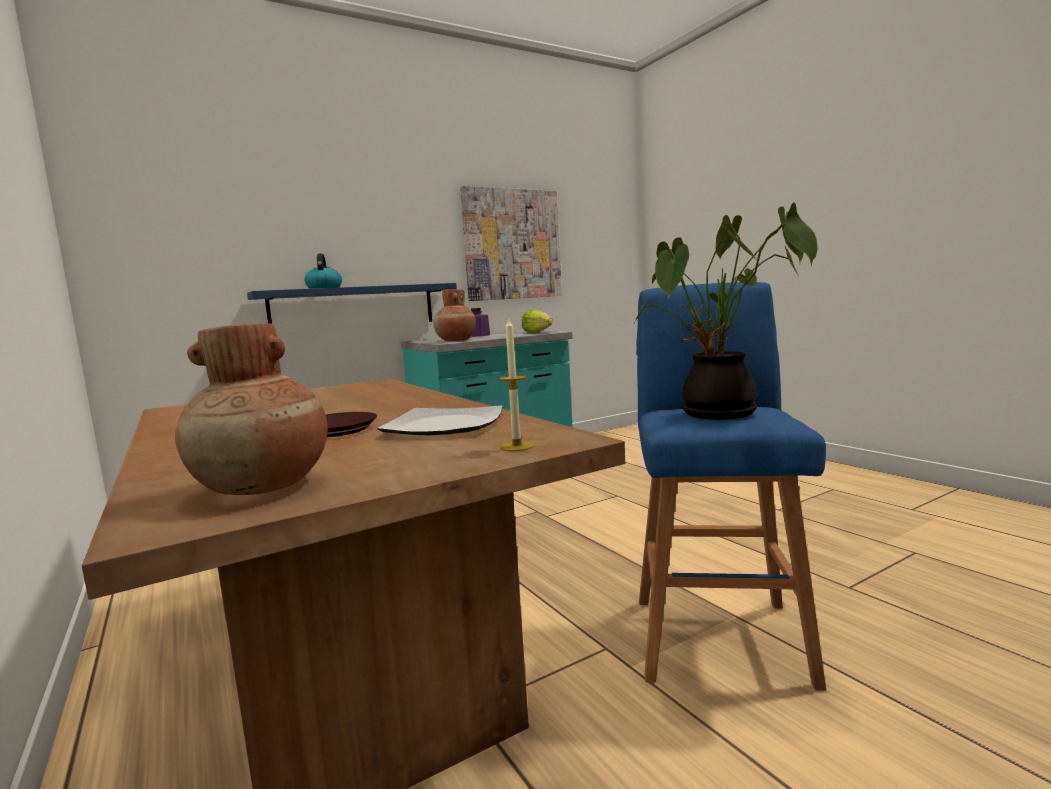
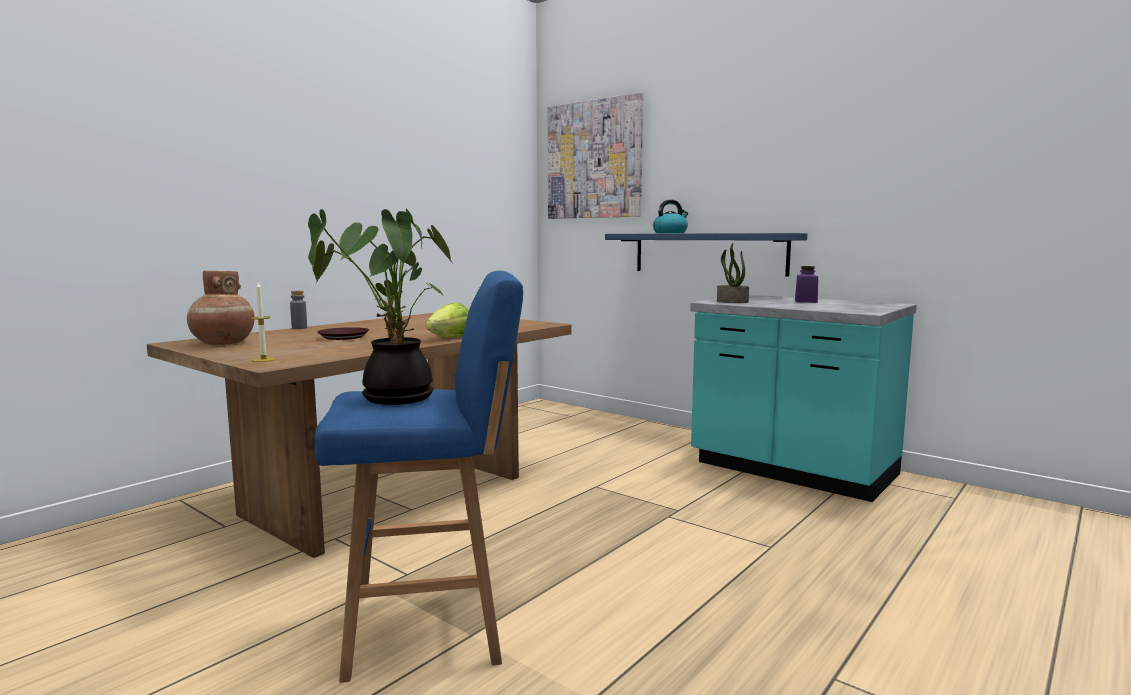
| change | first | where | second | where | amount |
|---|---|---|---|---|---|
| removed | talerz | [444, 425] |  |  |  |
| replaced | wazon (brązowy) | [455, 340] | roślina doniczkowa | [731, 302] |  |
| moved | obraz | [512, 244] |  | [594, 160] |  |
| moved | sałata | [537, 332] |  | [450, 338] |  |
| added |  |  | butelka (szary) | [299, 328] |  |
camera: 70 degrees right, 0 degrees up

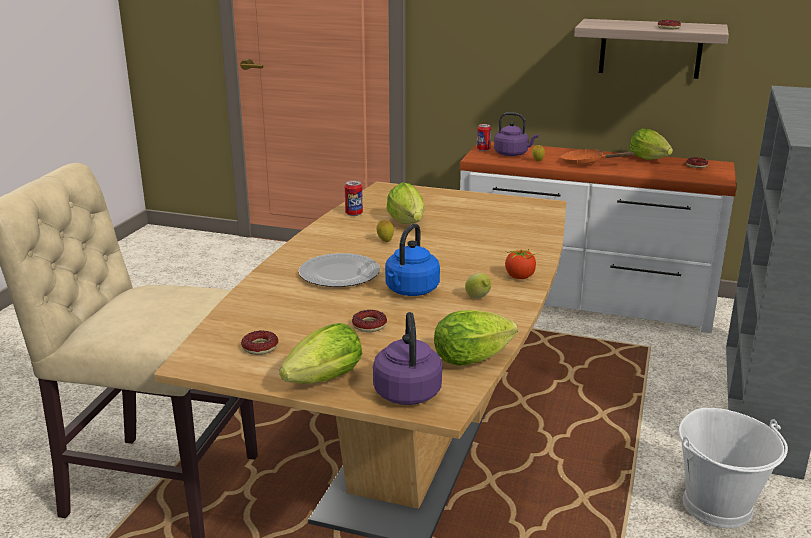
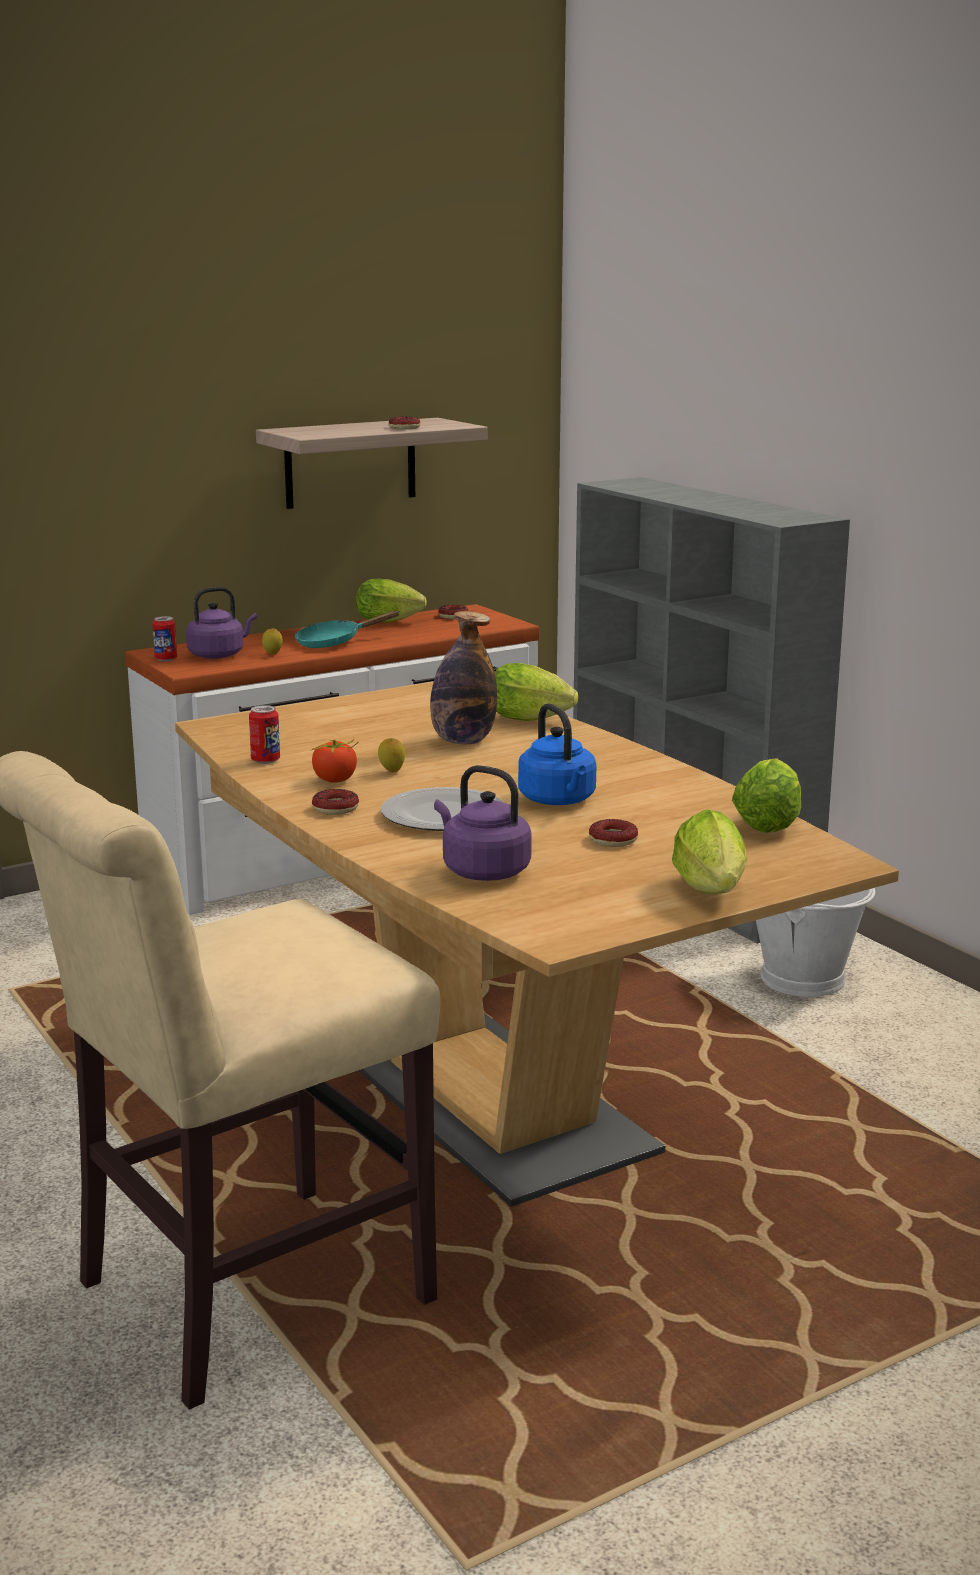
| change | first | where | second | where | amount |
|---|---|---|---|---|---|
| moved | donut | [260, 347] |  | [335, 808] |  |
| moved | czajnik (fioletowy) | [407, 391] |  | [482, 871] |  |
| moved | sałata | [408, 224] |  | [533, 720] |  |
| removed | cytryna | [478, 298] |  |  |  |
| moved | pomidor | [520, 277] |  | [335, 780] |  |
| recoloured | patelnia (pomarańczowy) | [586, 163] | patelnia (turkusowy) | [334, 642] |  |
| added |  |  | butelka | [462, 741] |  |
camera: 50 degrees left, 5 degrees down

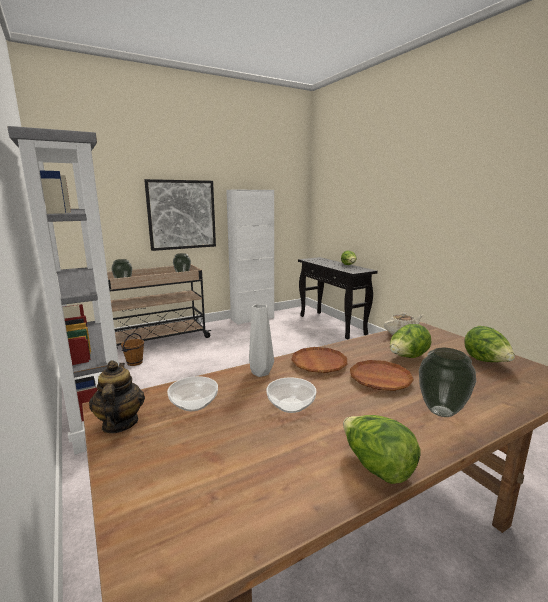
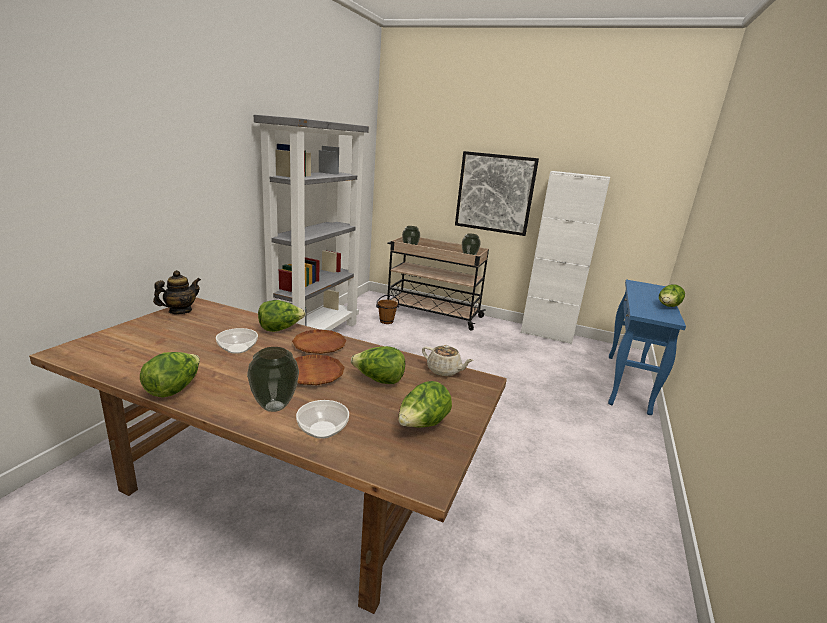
| change | first | where | second | where | amount |
|---|---|---|---|---|---|
| moved | miska | [193, 403] |  | [322, 429] |  |
| replaced | wazon (szary) | [261, 372] | sałata | [280, 329] |  |
| recoloured | stolik konsolowy (czarny) | [332, 325] | stolik konsolowy (niebieski) | [628, 383] |  |
camera: 50 degrees right, 5 degrees up

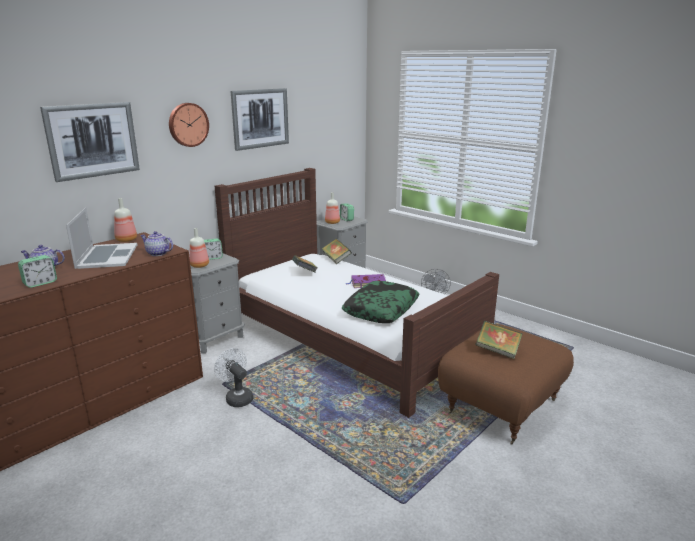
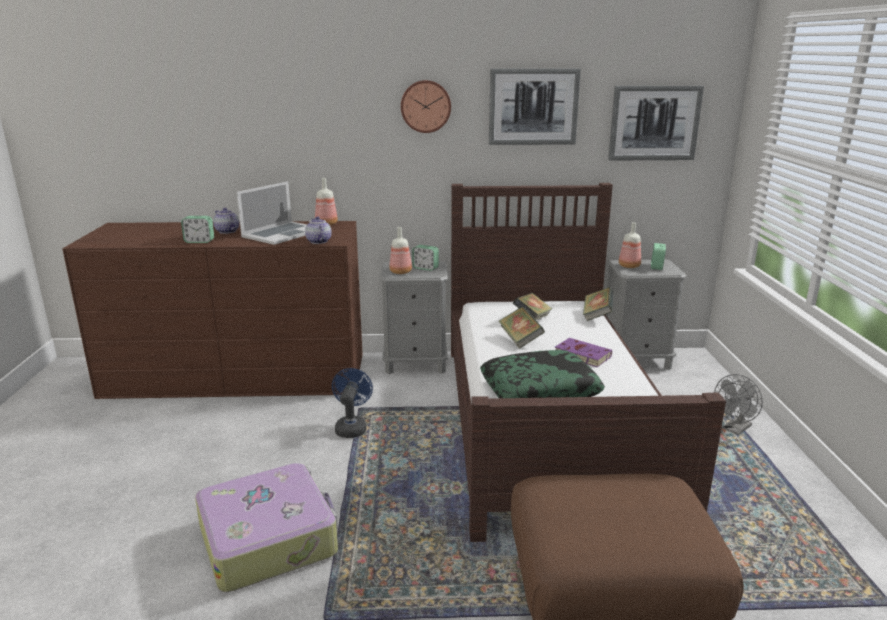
| change | first | where | second | where | amount |
|---|---|---|---|---|---|
| moved | obraz | [92, 140] |  | [654, 123] |  |
| recoloured | wentylator (biały) | [237, 397] | wentylator (niebieski) | [351, 427] |  |
| moved | książka | [497, 351] |  | [520, 339] |  |
| added |  |  | walizka | [269, 539] |  |
camera: 45 degrees right, 0 degrees up

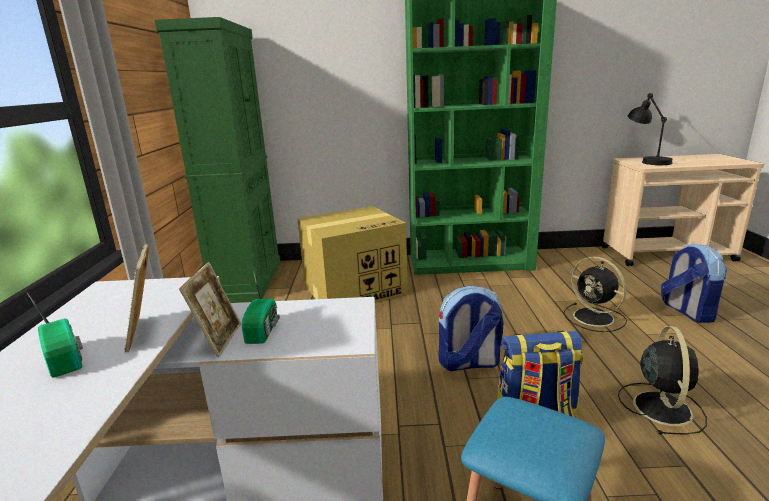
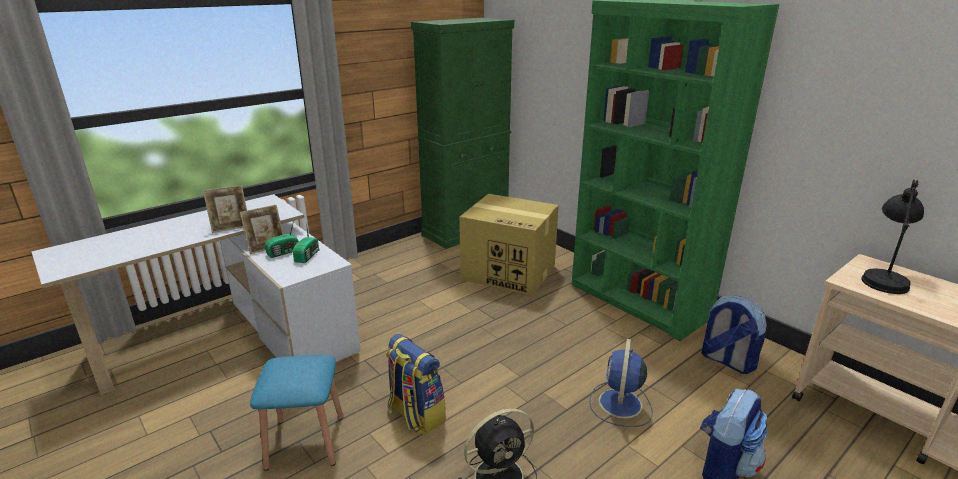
| change | first | where | second | where | amount |
|---|---|---|---|---|---|
| moved | radio | [66, 358] |  | [308, 256] |  |
| turned | ramka na zdjęcie | [146, 332] |  | [231, 227] | 150 degrees counterclockwise |
| moved | plecak | [468, 363] |  | [726, 361] |  |
| recoloured | wentylator (czarny) | [595, 318] | wentylator (niebieski) | [620, 405] |  |
camera: 50 degrees right, 5 degrees up

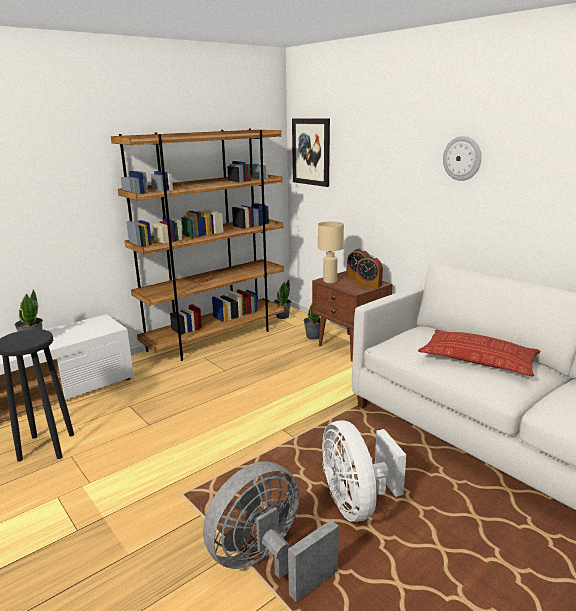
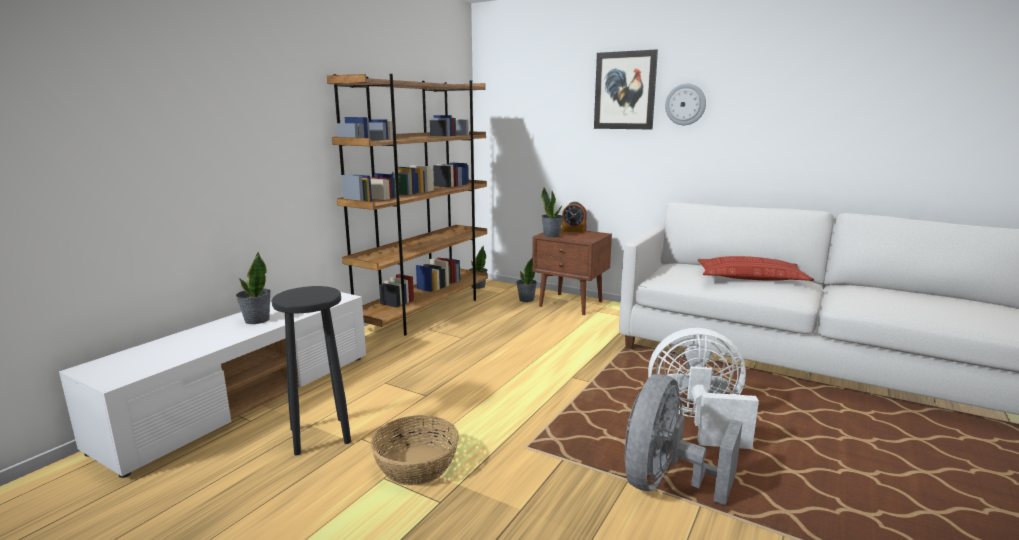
| change | first | where | second | where | amount |
|---|---|---|---|---|---|
| moved | obraz | [311, 152] |  | [625, 90] |  |
| replaced | lampa stołowa (beżowy) | [330, 281] | roślina doniczkowa | [552, 235] |  |
| turned | wentylator (biały) | [356, 503] |  | [697, 421] | 135 degrees clockwise |
| removed | budzik | [368, 284] |  |  |  |
| added |  |  | koszyk | [416, 465] |  |
camera: 20 degrees left, 5 degrees down

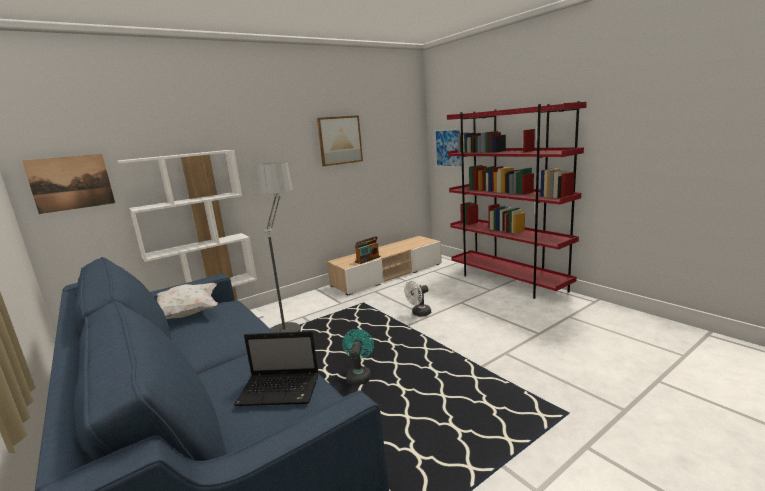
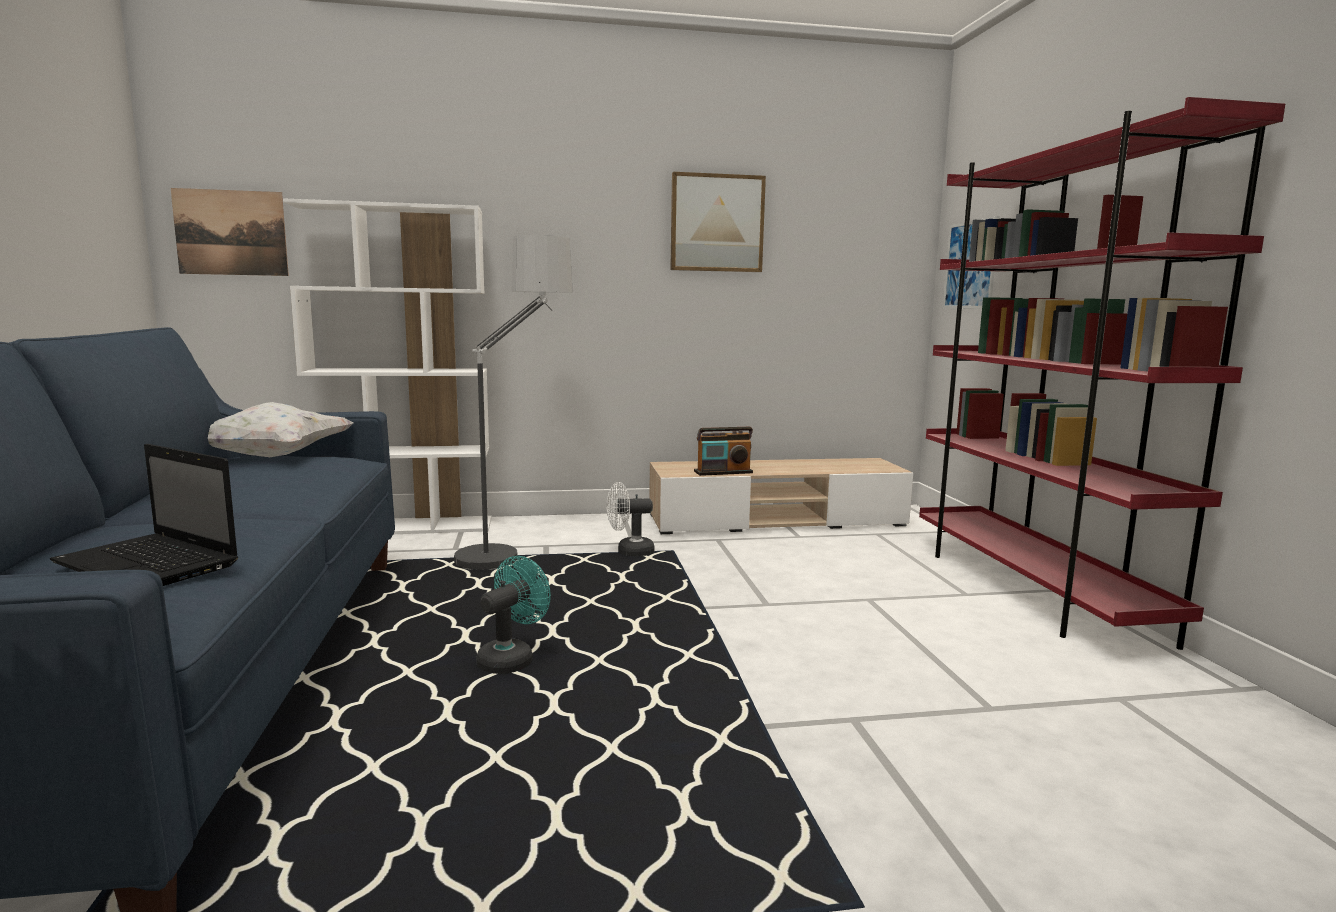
| change | first | where | second | where | amount |
|---|---|---|---|---|---|
| moved | wentylator (biały) | [419, 313] |  | [629, 552] |  |
camera: 25 degrees right, 5 degrees down

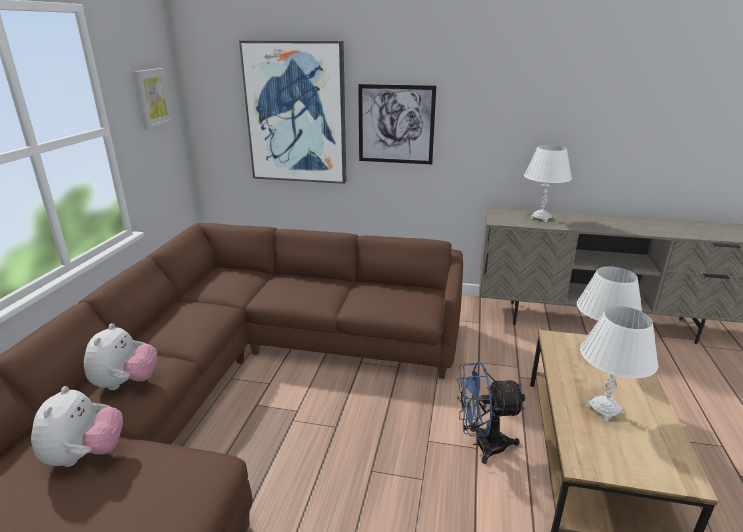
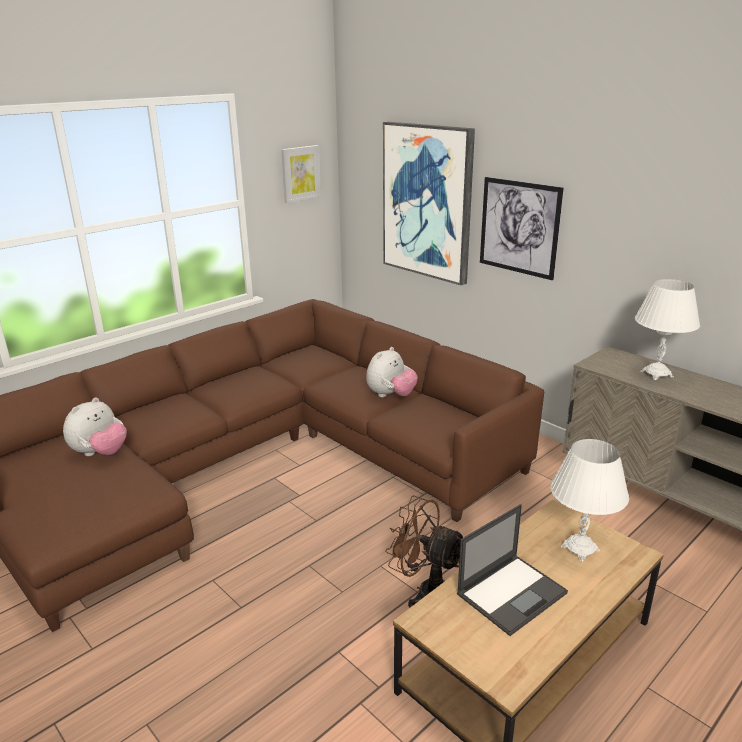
| change | first | where | second | where | amount |
|---|---|---|---|---|---|
| moved | pluszak | [126, 383] |  | [391, 395] |  |
| recoloured | wentylator (niebieski) | [482, 444] | wentylator (brązowy) | [426, 592] |  |
| replaced | lampa stołowa (biały) | [604, 409] | laptop | [512, 593] |  |
camera: 35 degrees right, 0 degrees up

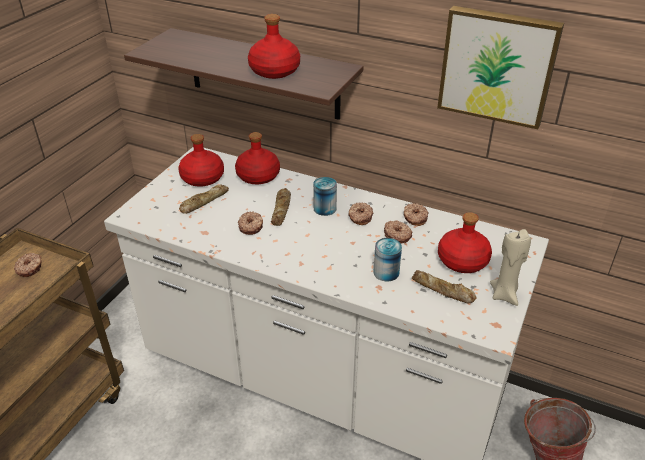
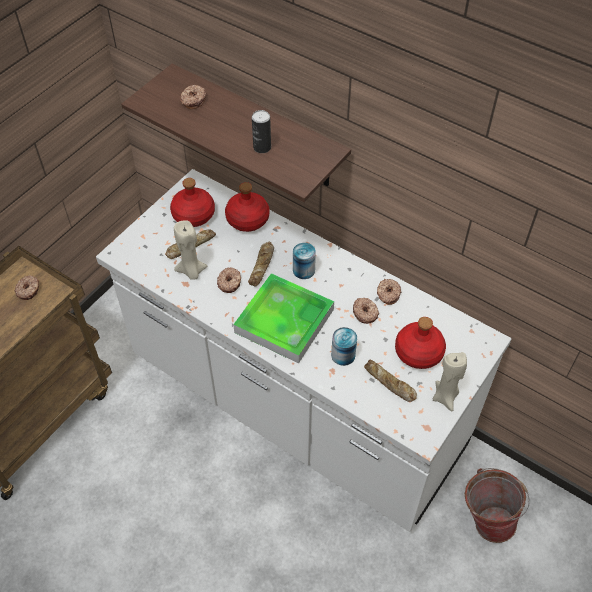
| change | first | where | second | where | amount |
|---|---|---|---|---|---|
| replaced | butelka (czerwony) | [275, 71] | puszka | [262, 147] |  |
| moved | donut | [360, 217] |  | [193, 100] |  |
| removed | obraz | [497, 66] |  |  |  |
| added |  |  | świeca (beżowy) | [191, 271] |  |
| added |  |  | taca | [284, 321] |  |
camera: 10 degrees right, 15 degrees up

